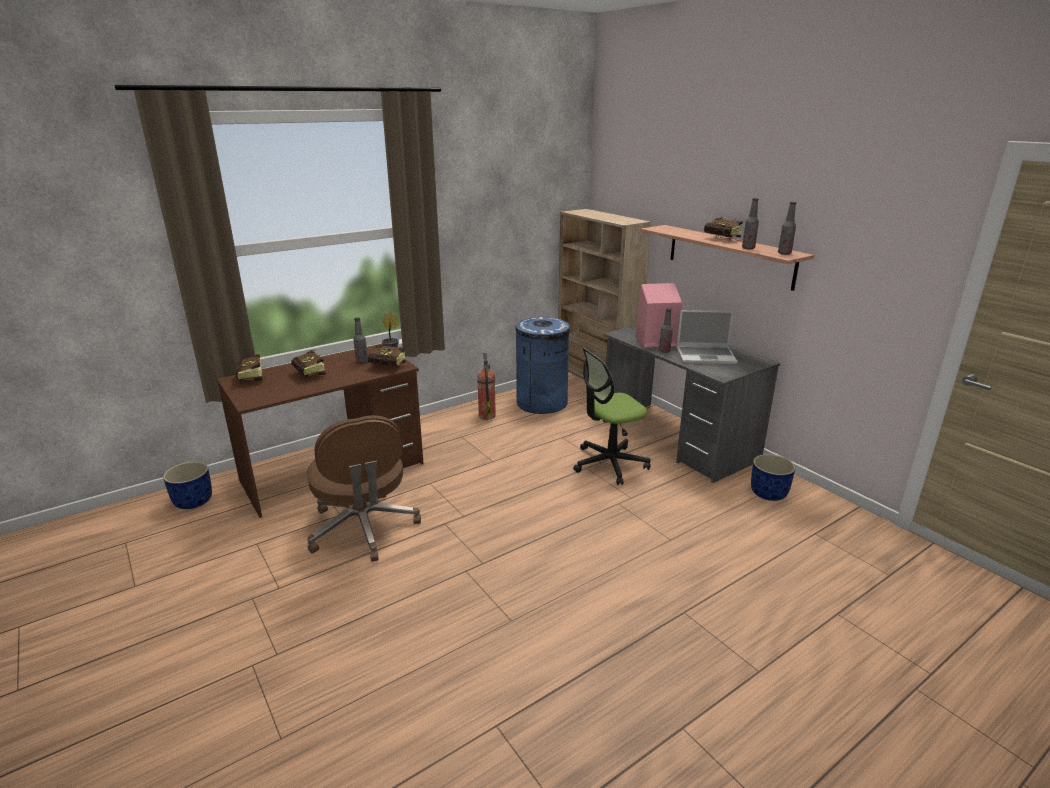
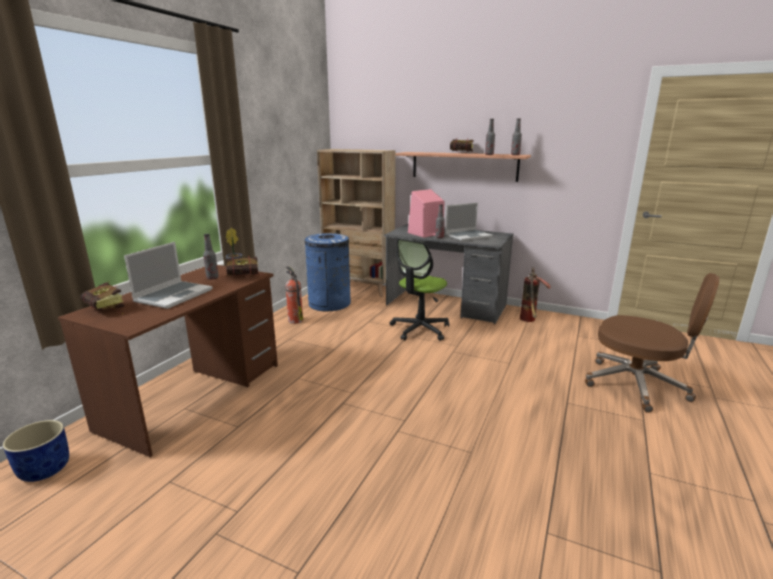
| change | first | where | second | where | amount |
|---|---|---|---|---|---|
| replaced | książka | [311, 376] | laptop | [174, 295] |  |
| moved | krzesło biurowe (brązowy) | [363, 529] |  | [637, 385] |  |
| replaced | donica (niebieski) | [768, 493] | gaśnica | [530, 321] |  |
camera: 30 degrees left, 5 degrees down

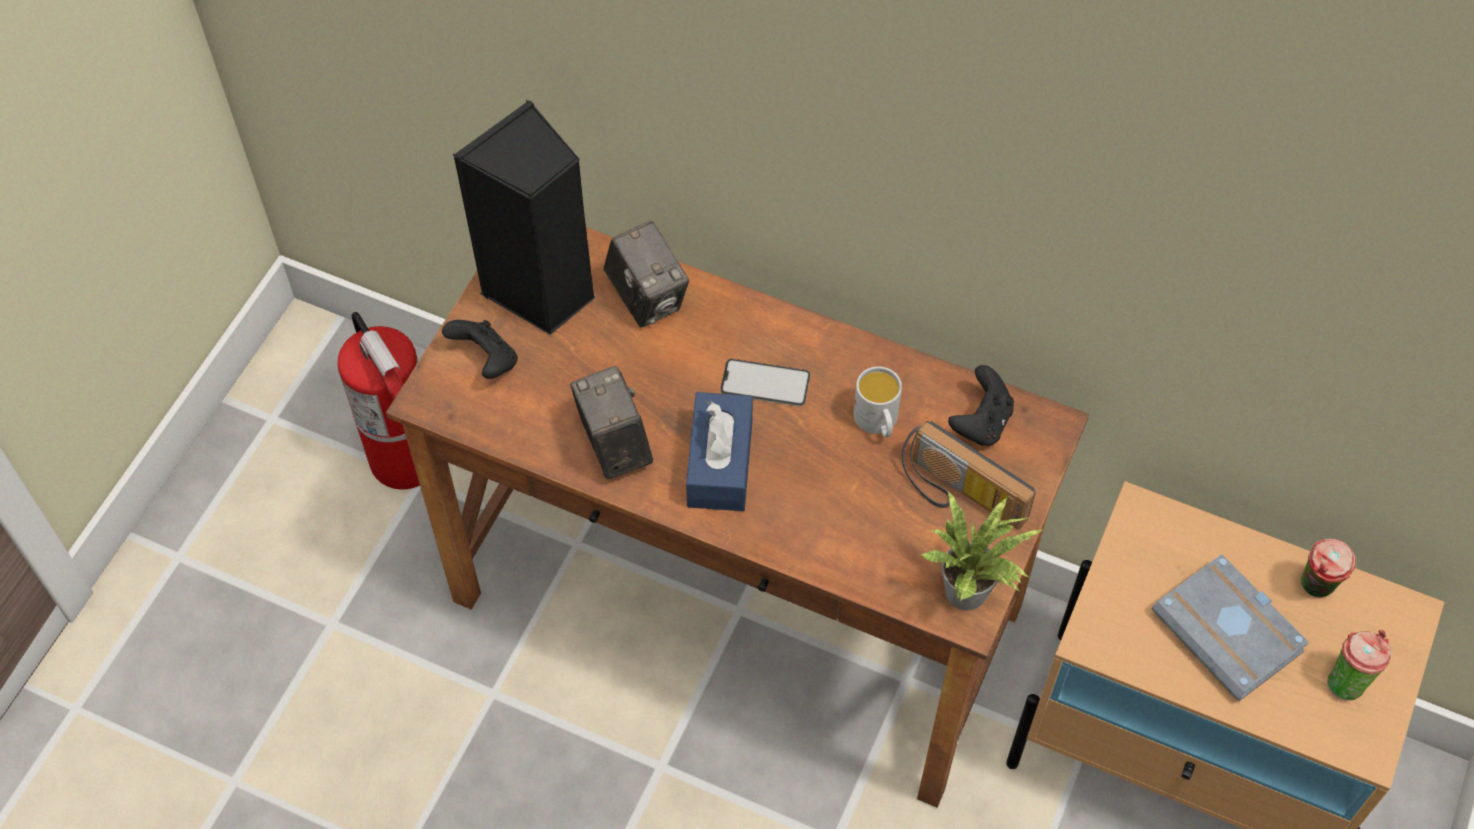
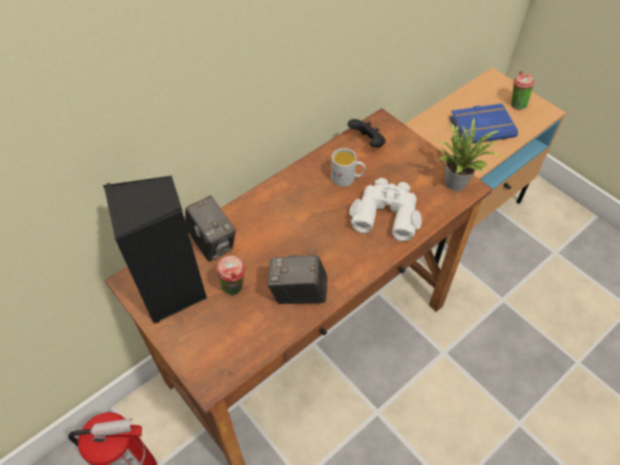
| change | first | where | second | where | amount |
|---|---|---|---|---|---|
| removed | pad do gier (czarny) | [486, 361] |  |  |  |
| turned | aparat fotograficzny | [647, 297] |  | [213, 243] | 60 degrees clockwise |
| removed | pudełko chusteczek (niebieski) | [720, 463] |  |  |  |
| removed | telefon | [765, 383] |  |  |  |
| removed | radio | [958, 495] |  |  |  |
| recoloured | książka (szary) | [1231, 632] | książka (niebieski) | [482, 127] |  |
| moved | filiżanka | [1315, 589] |  | [234, 289] |  |
| added |  |  | lornetka (biały) | [386, 213] |  |
camera: 65 degrees left, 5 degrees down

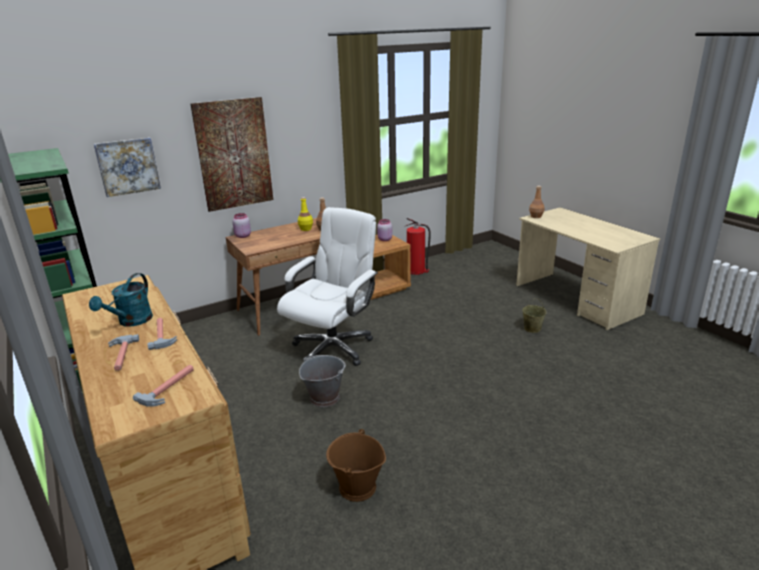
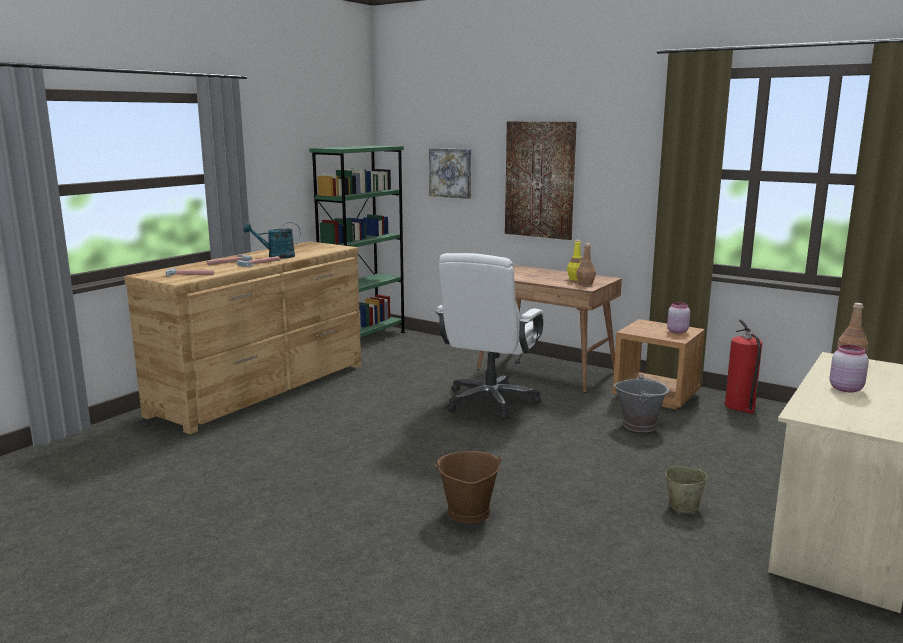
| change | first | where | second | where | amount |
|---|---|---|---|---|---|
| moved | słoik (różowy) | [242, 236] |  | [844, 388] |  |
| turned | krzesło biurowe (biały) | [333, 348] |  | [490, 401] | 105 degrees clockwise |
| moved | wiadro (szary) | [324, 397] |  | [639, 425] |  |
| moved | wiadro (brązowy) | [357, 487] |  | [467, 512] |  |
camera: 65 degrees right, 10 degrees down

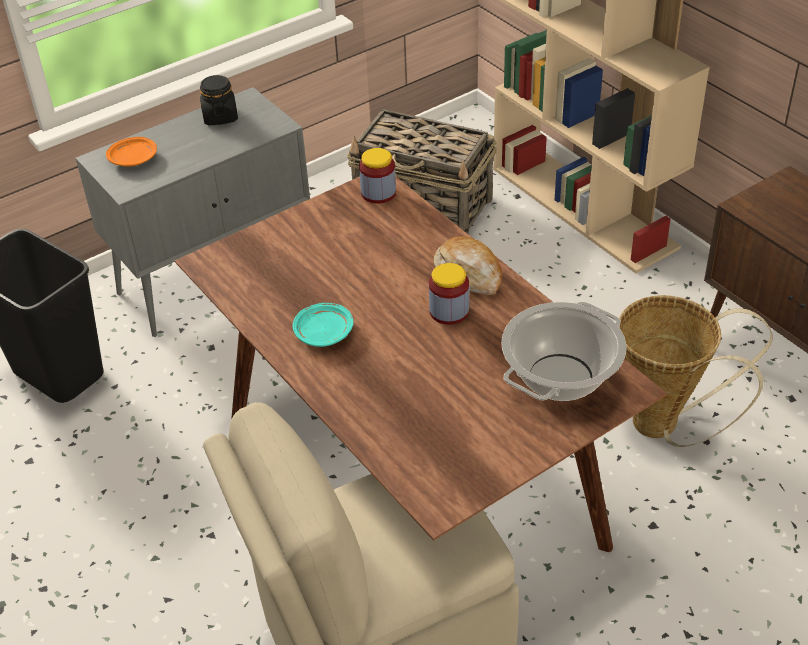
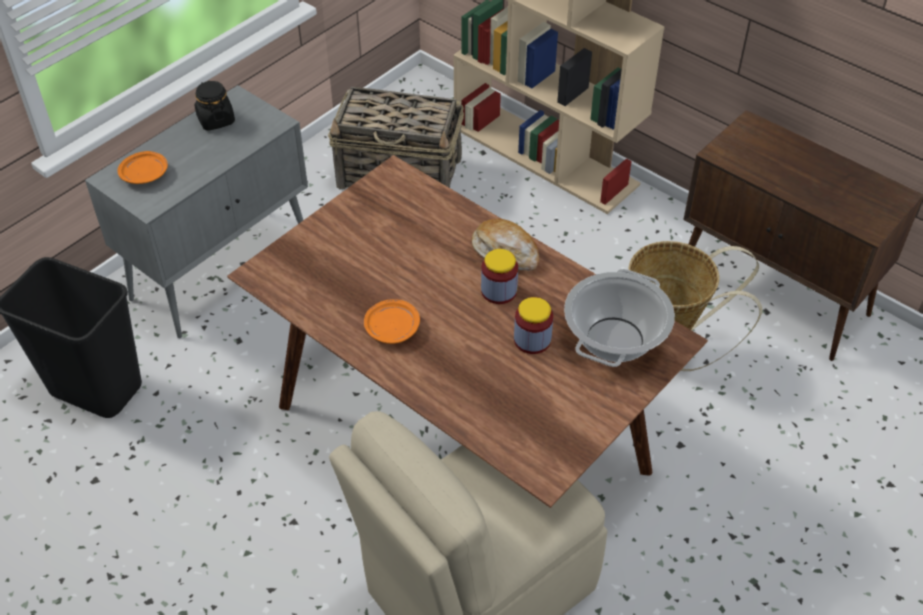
| change | first | where | second | where | amount |
|---|---|---|---|---|---|
| recoloured | talerz (turkusowy) | [324, 332] | talerz (pomarańczowy) | [392, 328] |  |
| moved | słoik | [378, 193] |  | [532, 340] |  |
camera: 15 degrees left, 5 degrees up

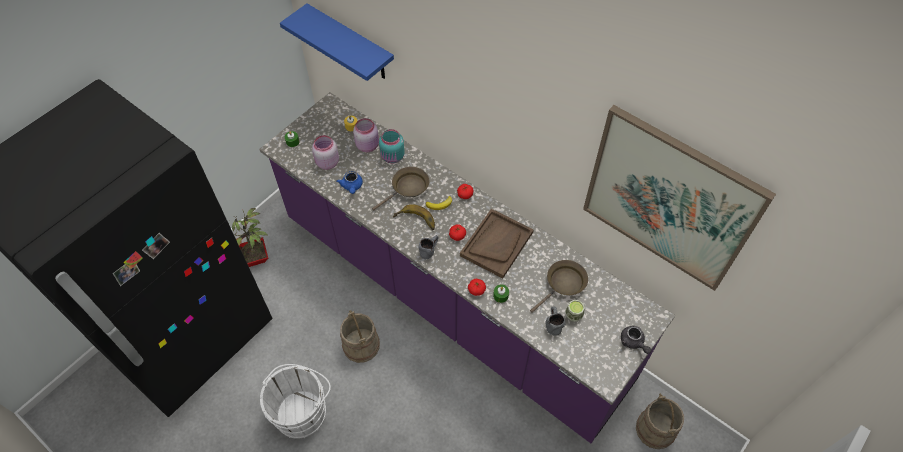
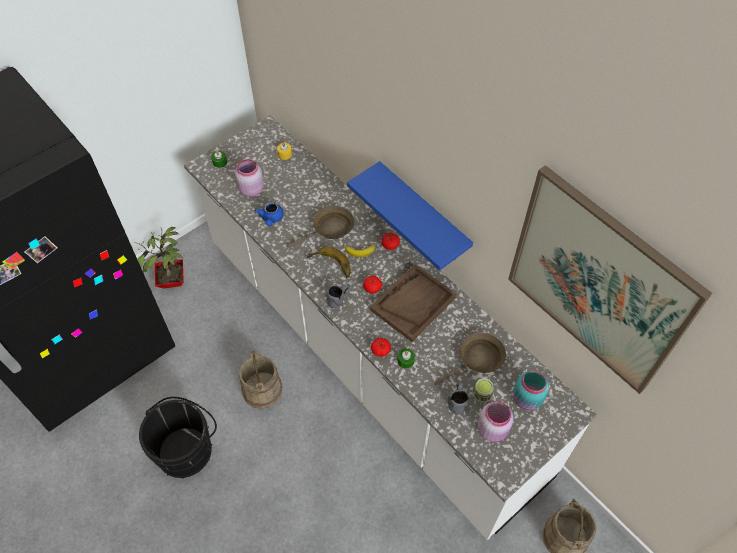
| change | first | where | second | where | amount |
|---|---|---|---|---|---|
| recoloured | zabudowa kuchenna (fioletowy) | [451, 298] | zabudowa kuchenna (biały) | [368, 355] |  |
| recoloured | wiadro (biały) | [302, 411] | wiadro (czarny) | [187, 449] |  |
| moved | półka (niebieski) | [351, 43] |  | [423, 214] |  |
| moved | słoik (różowy) | [368, 145] |  | [493, 429] |  |
| moved | słoik (turkusowy) | [393, 157] |  | [527, 400] |  |
| removed | imbryk (szary) | [633, 342] |  |  |  |
camera: 10 degrees right, 0 degrees up

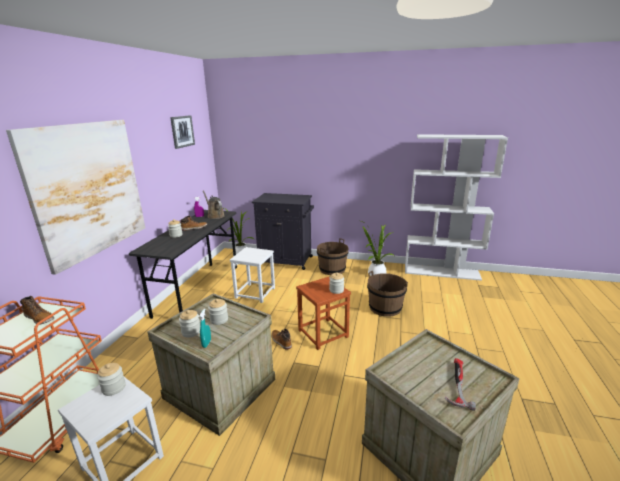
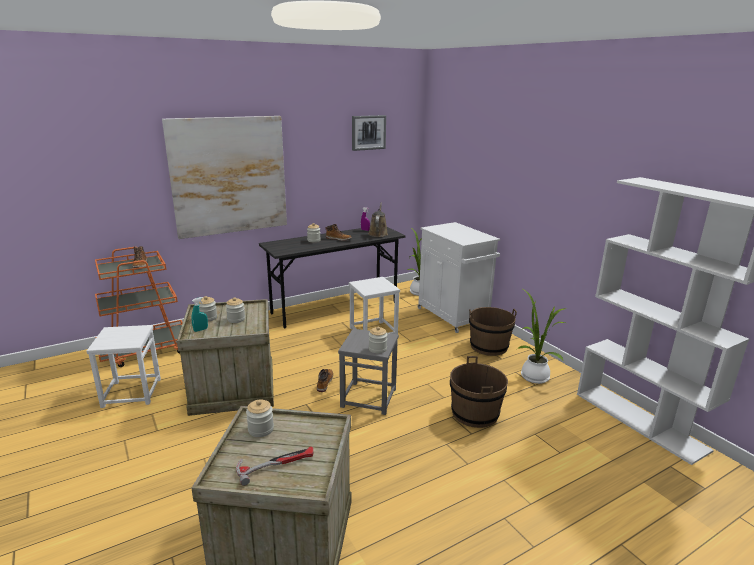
| change | first | where | second | where | amount |
|---|---|---|---|---|---|
| moved | słoik | [114, 388] |  | [261, 429] |  |
| recoloured | szafka (czarny) | [286, 261] | szafka (biały) | [453, 316] |  |
| recoloured | stołek (brązowy) | [323, 333] | stołek (szary) | [369, 397] |  |
camera: 45 degrees right, 0 degrees up

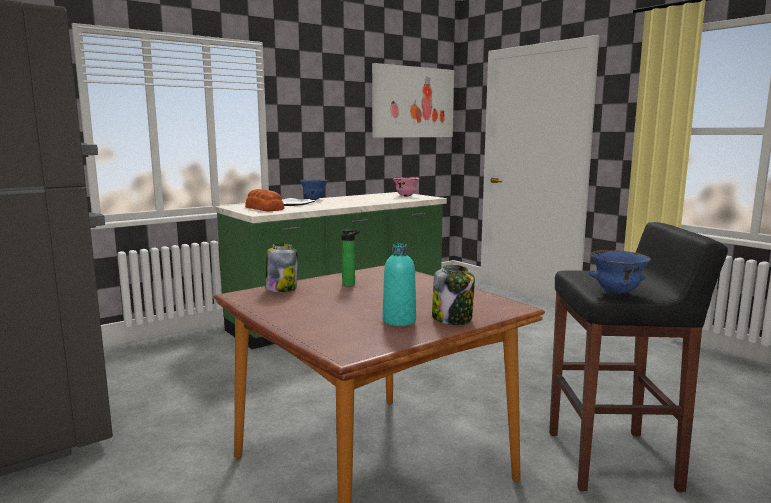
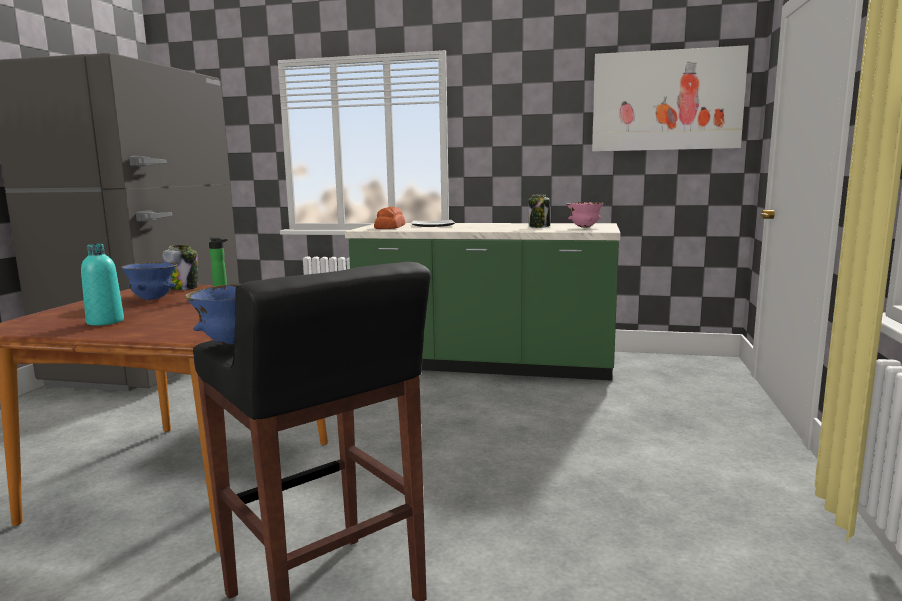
| change | first | where | second | where | amount |
|---|---|---|---|---|---|
| moved | miska (niebieski) | [314, 199] |  | [152, 299] |  |
| moved | słoik | [452, 319] |  | [539, 226] |  |
camera: 50 degrees right, 0 degrees up

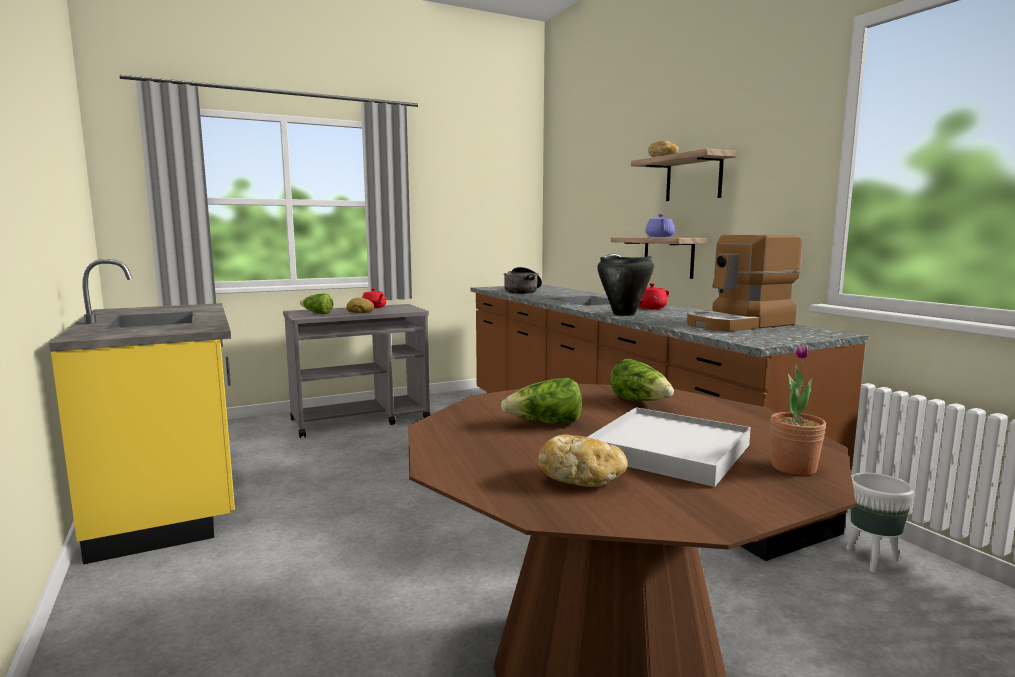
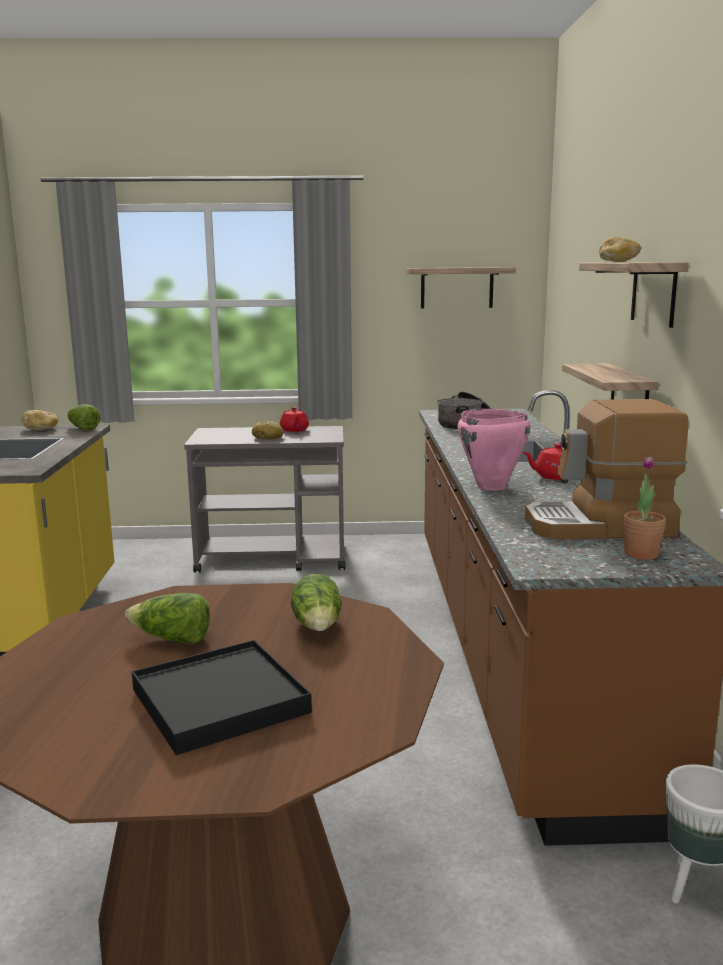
| change | first | where | second | where | amount |
|---|---|---|---|---|---|
| moved | sałata | [317, 313] |  | [83, 428] |  |
| moved | chleb | [582, 479] |  | [41, 429] |  |
| recoloured | taca (biały) | [669, 450] | taca (czarny) | [220, 700] |  |
| recoloured | garnek (czarny) | [624, 314] | garnek (różowy) | [491, 487] |  |
| removed | imbryk (fioletowy) | [659, 237] |  |  |  |
| moved | roślina doniczkowa | [793, 467] |  | [641, 554] |  |
| added |  |  | półka | [457, 287] |  |
camera: 25 degrees right, 5 degrees up

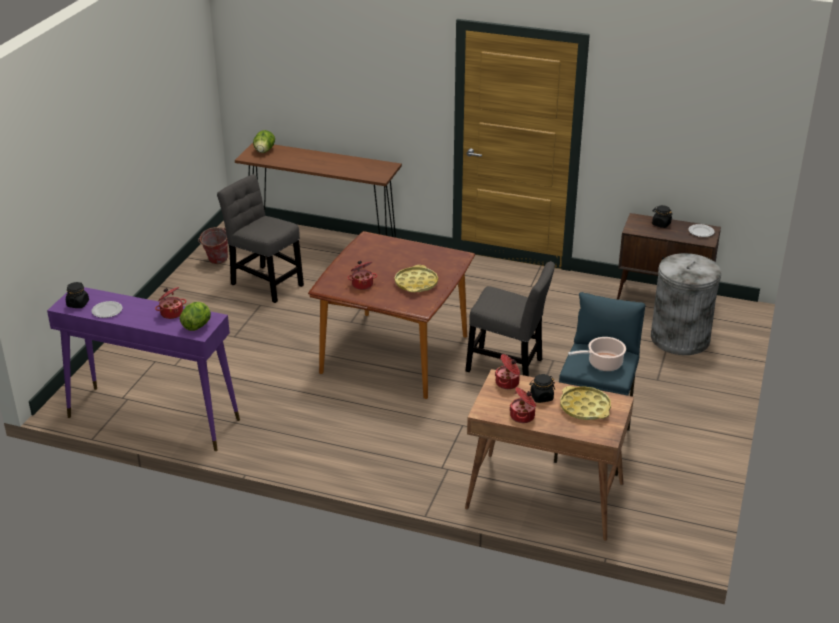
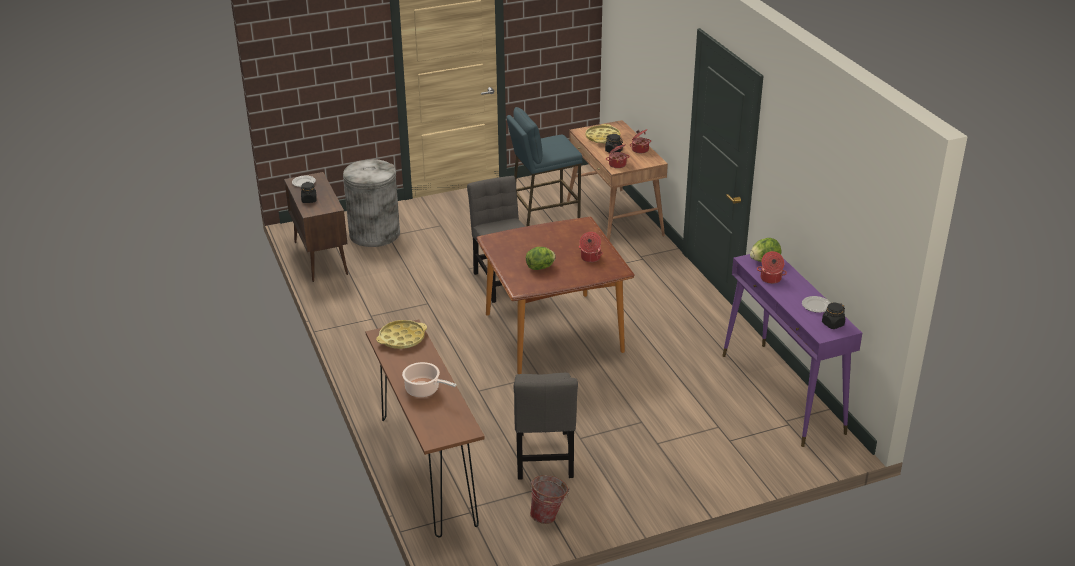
| change | first | where | second | where | amount |
|---|---|---|---|---|---|
| moved | sałata | [264, 151] |  | [540, 267] |  |
| moved | taca (żółty) | [416, 283] |  | [402, 338] |  |
| moved | garnek | [603, 364] |  | [424, 390] |  |
camera: 130 degrees left, 0 degrees up

